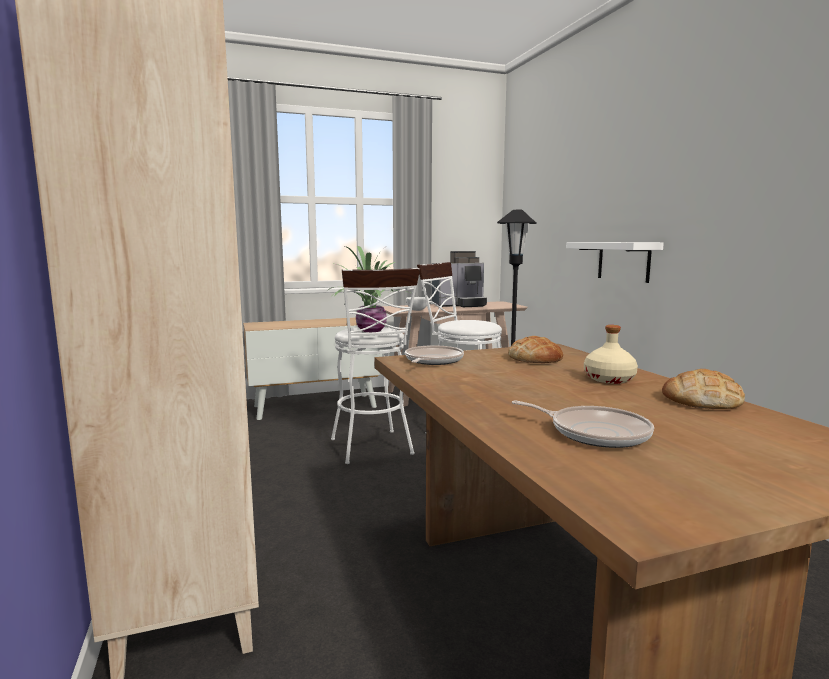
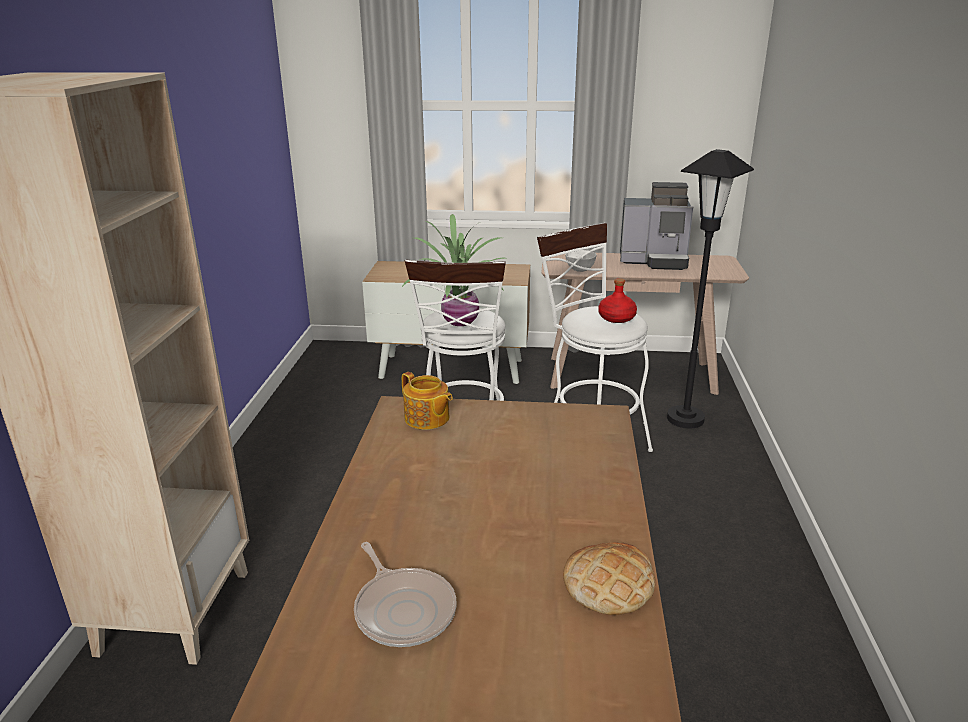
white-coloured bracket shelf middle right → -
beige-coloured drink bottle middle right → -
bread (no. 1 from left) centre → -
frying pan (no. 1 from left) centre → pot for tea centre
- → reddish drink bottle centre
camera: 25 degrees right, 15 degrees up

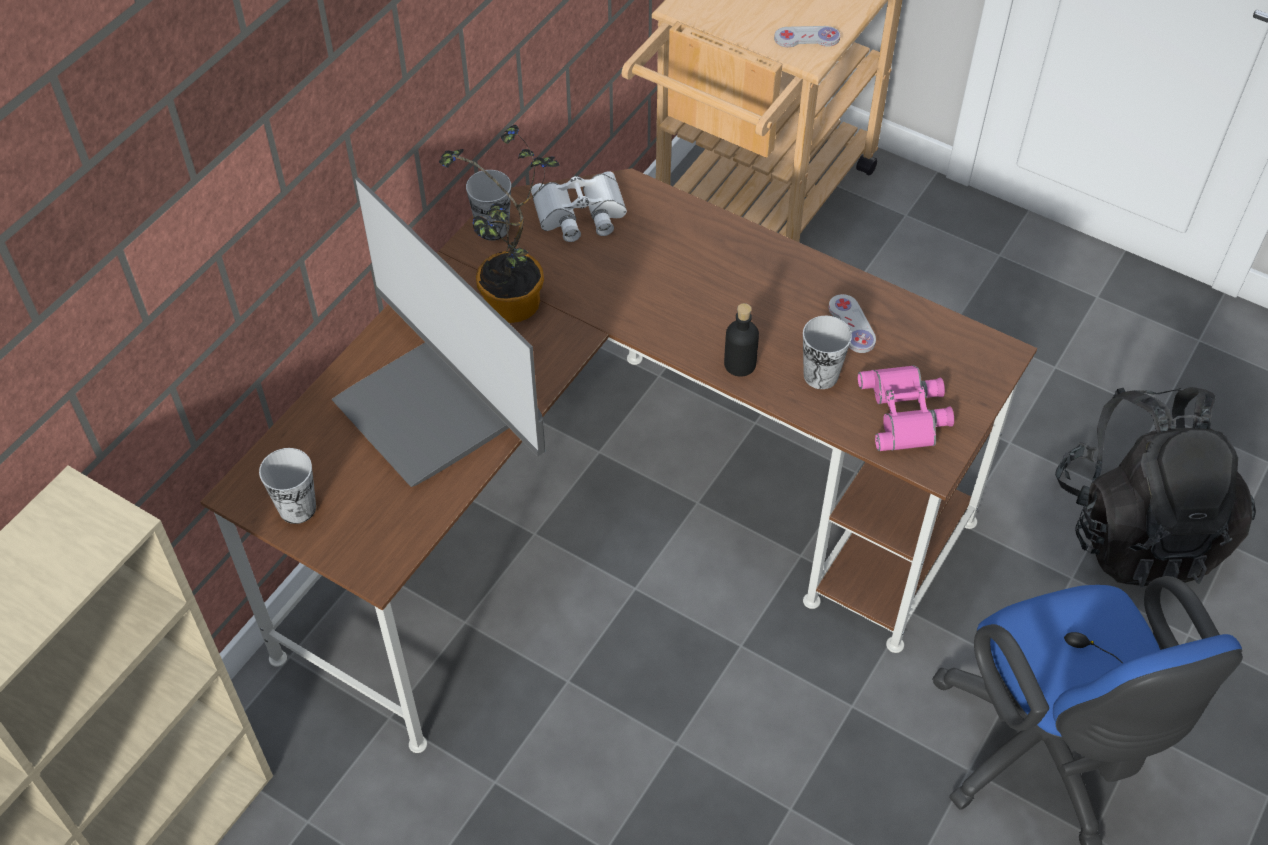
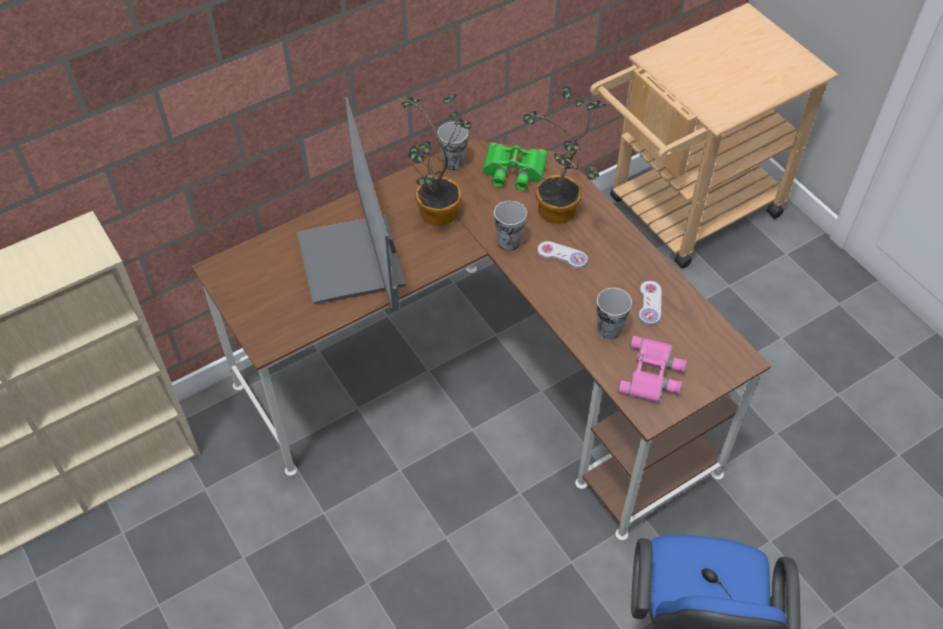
white-coloured game controller (no. 1 from left) top centre → white-coloured game controller (no. 1 from left) centre, relocated
white-coloured binoculars top centre → greenish binoculars top centre
blackish drink bottle centre → -
blackish rucksack middle right → -
drinking cup (no. 1 from left in the first image) middle left → drinking cup (no. 2 from left) centre, relocated
- → potted plant (no. 2 from left) top centre
camera: 25 degrees right, 0 degrees up

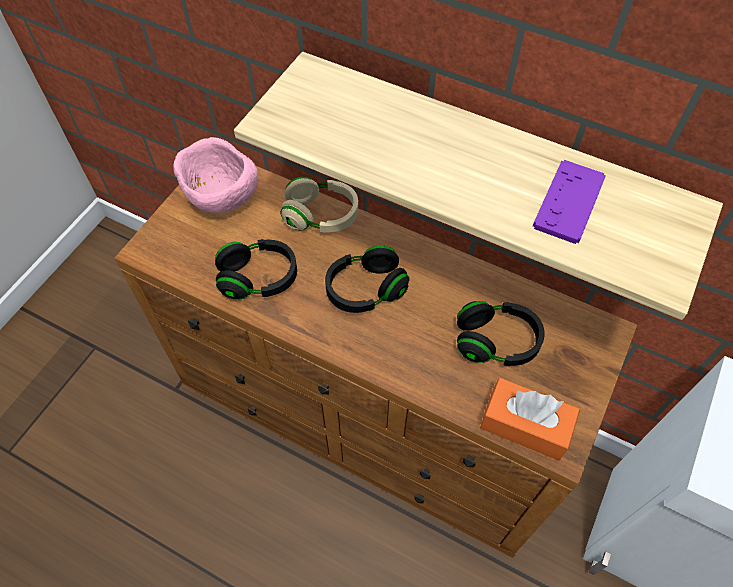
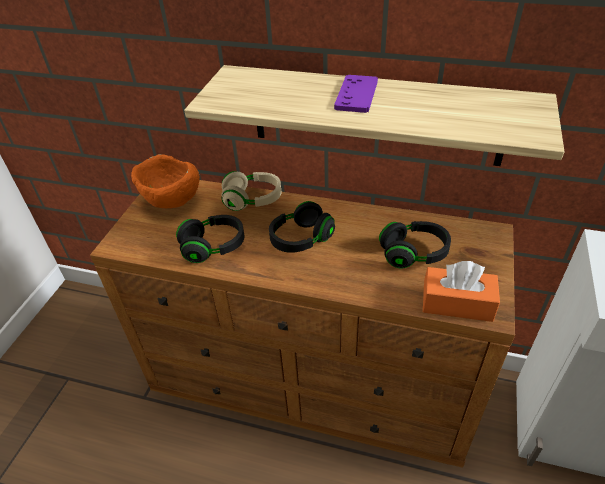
pink-coloured deep dish top left → orange deep dish middle left
purplish game controller middle right → purplish game controller top centre, relocated
camera: 10 degrees left, 15 degrees down

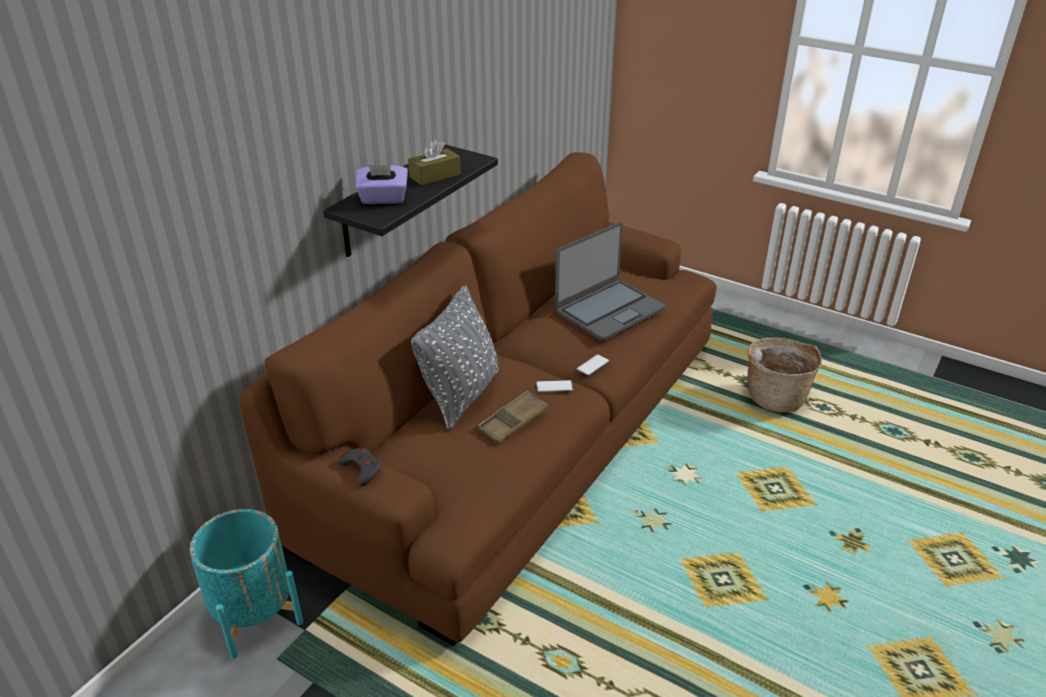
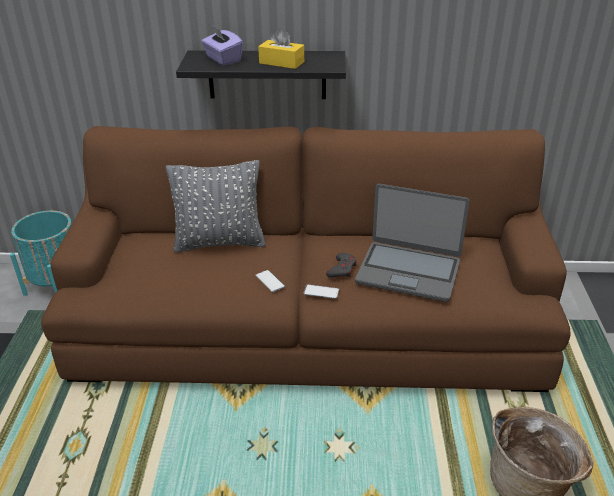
brown-coloured tissue holder top centre → yellow tissue holder top centre
brown-coloured serving tray centre → -
grey game controller bottom centre → grey game controller centre, relocated
camera: 60 degrees right, 0 degrees up

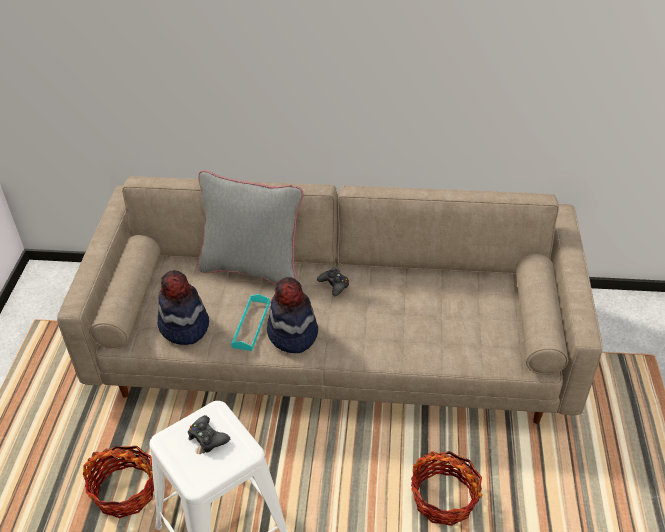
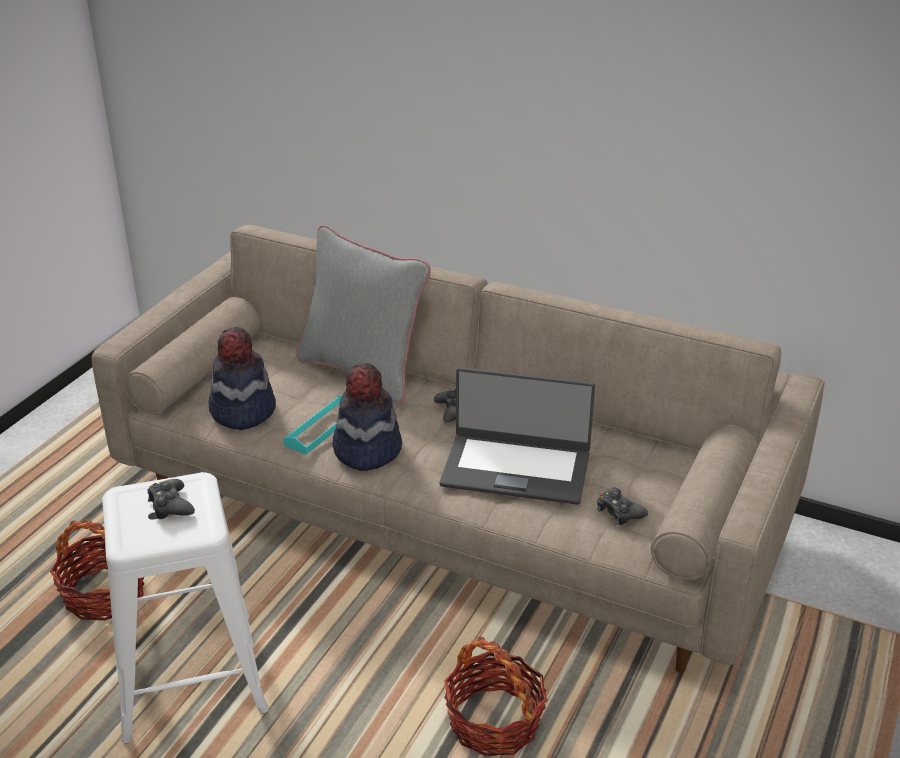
- → notebook computer centre
- → blackish game controller (no. 3 from left) bottom right
camera: 20 degrees right, 10 degrees down

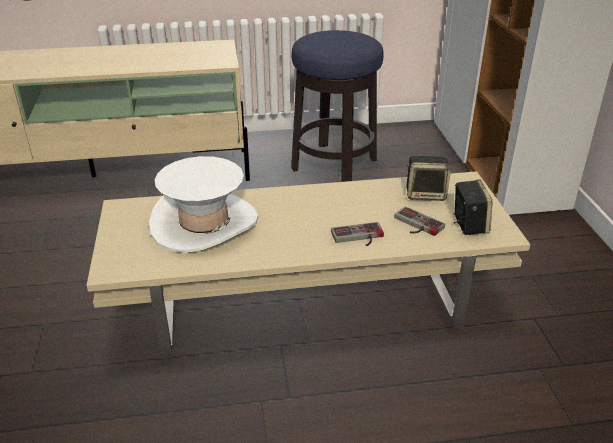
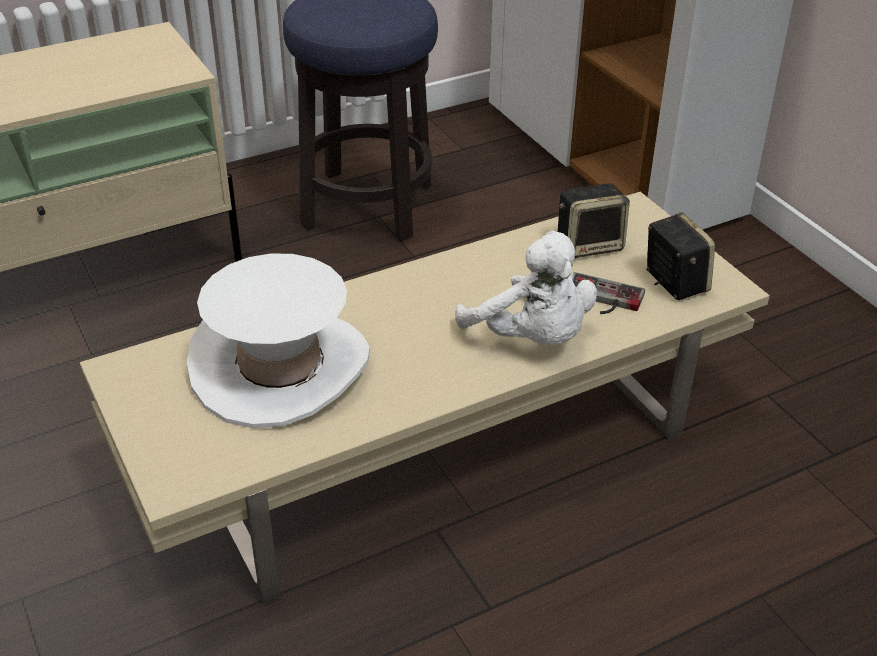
game controller (no. 1 from left) centre → white-coloured plush toy centre
camera: 20 degrees left, 5 degrees up

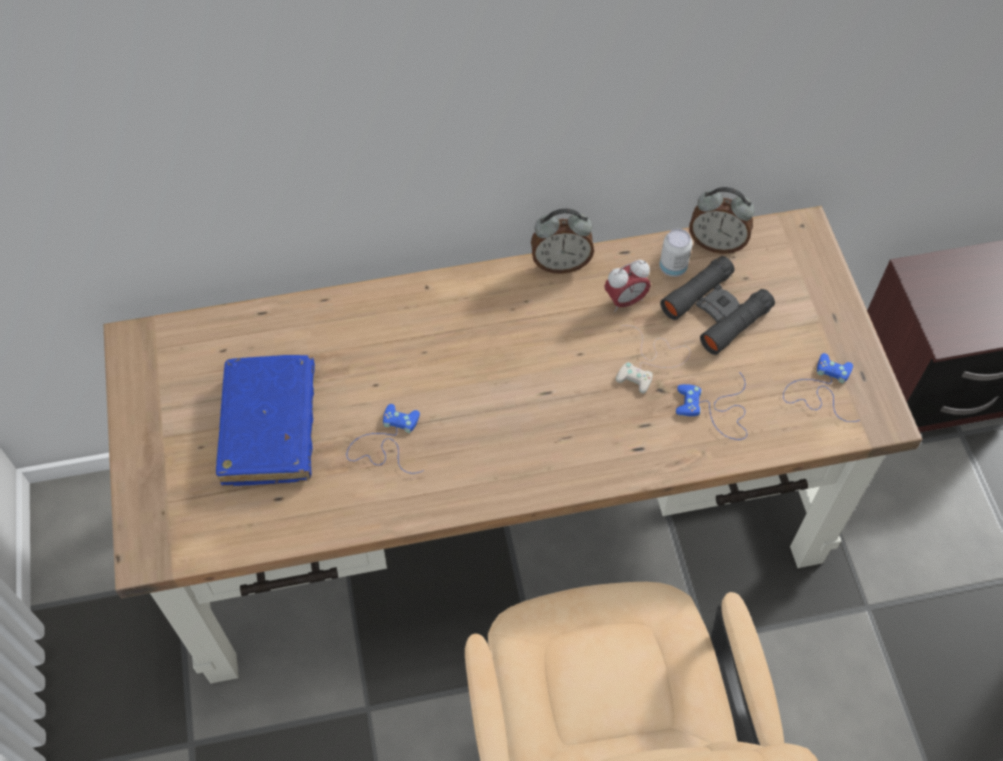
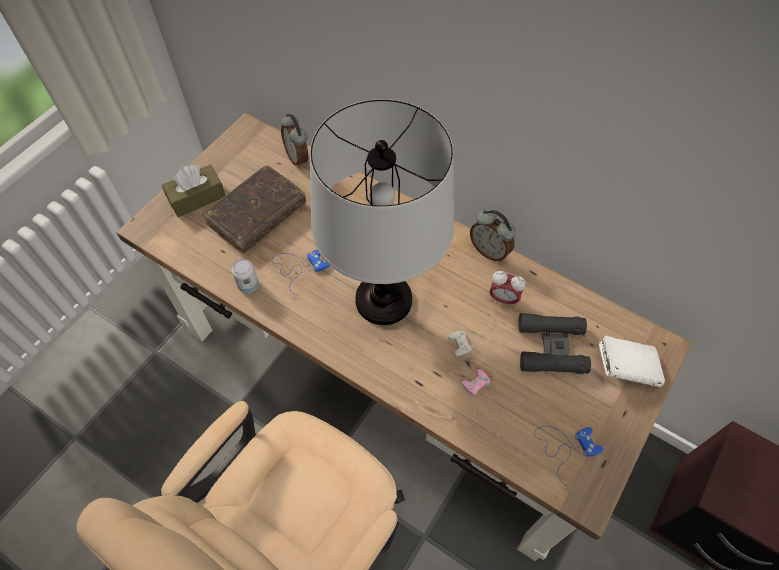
table clock (no. 3 from left in the first image) top right → table clock (no. 1 from left) top centre, relocated
metal can top right → metal can middle left, relocated
blue volume middle left → brown-coloured volume middle left
blue game controller (no. 2 from left) middle right → pink-coloured game controller bottom centre
- → tabletop lamp centre
- → brown-coloured tissue holder middle left
- → white-coloured volume middle right
camera: 45 degrees right, 0 degrees up

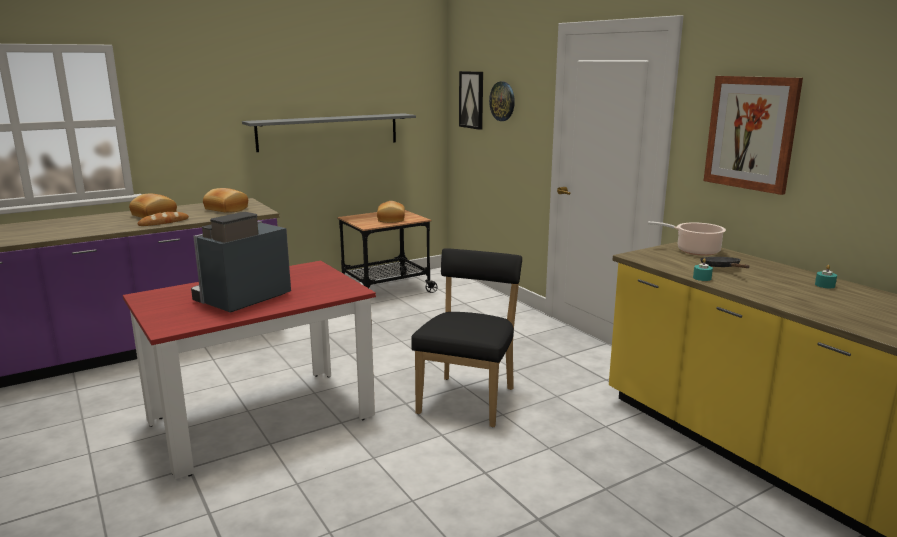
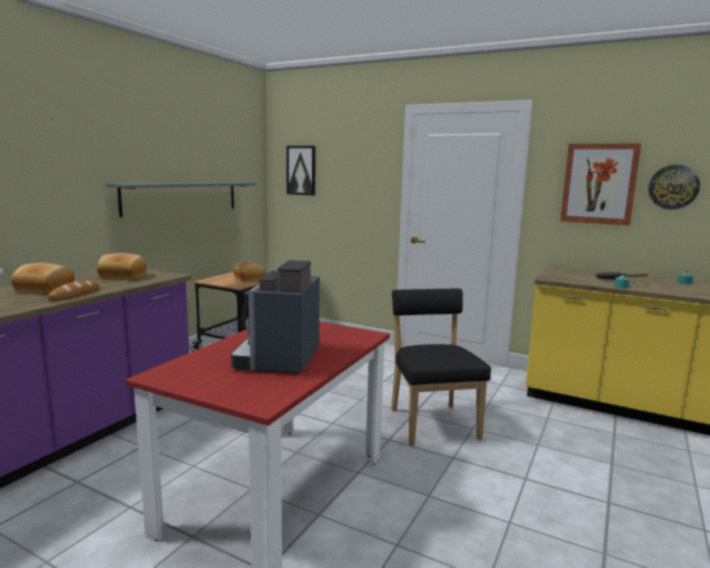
hanging clock top centre → hanging clock top right, relocated
saucepot middle right → -
camera: 30 degrees left, 5 degrees down

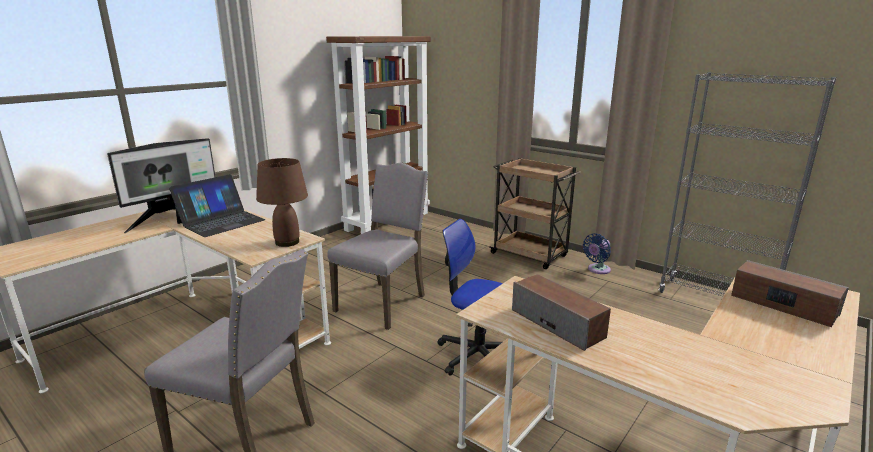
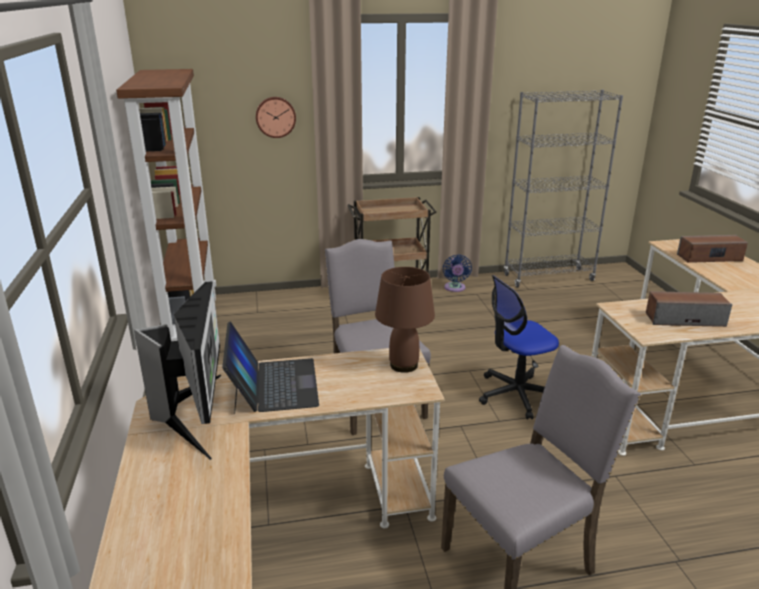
- → hanging clock top centre
camera: 50 degrees left, 5 degrees up

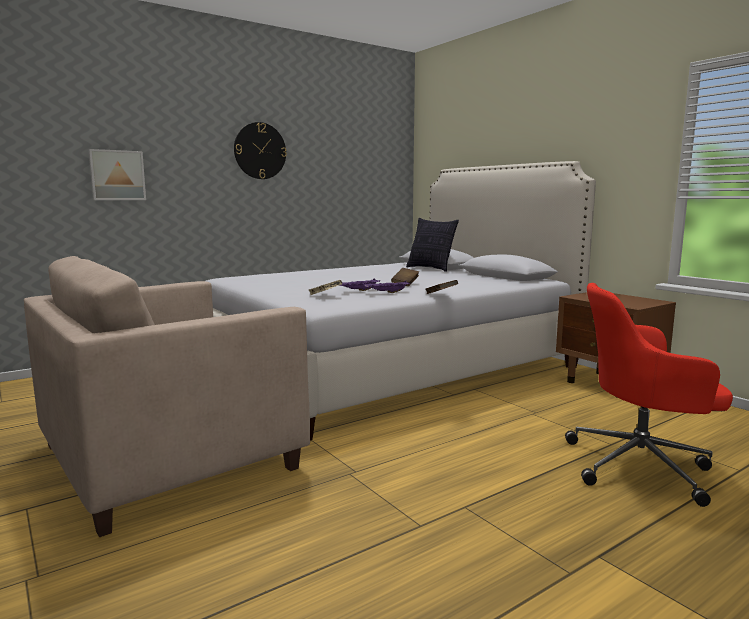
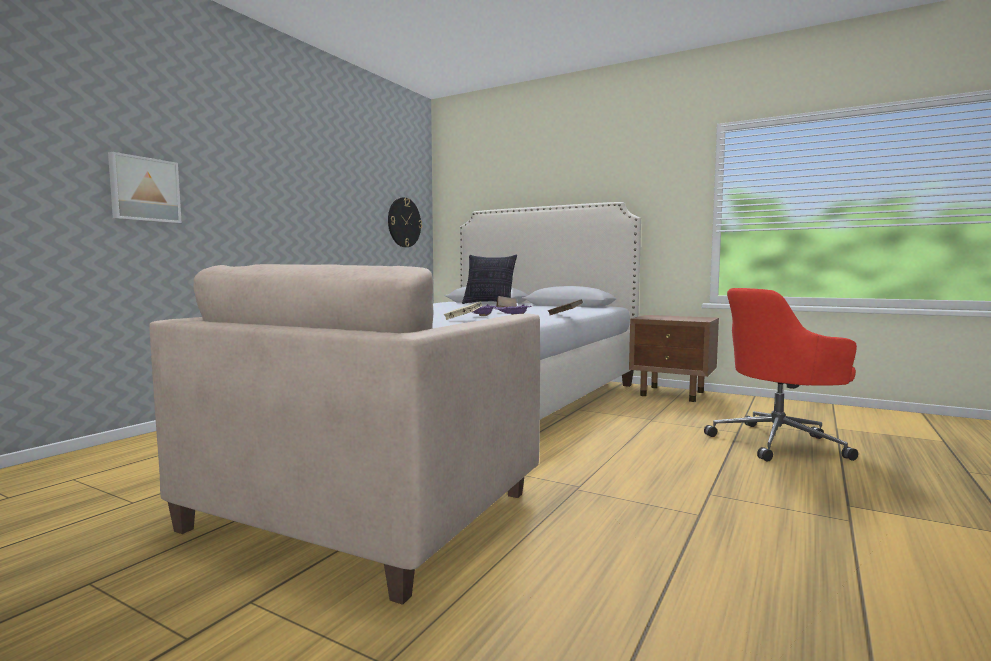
hanging clock top centre → hanging clock centre, relocated
camera: 25 degrees left, 5 degrees down

